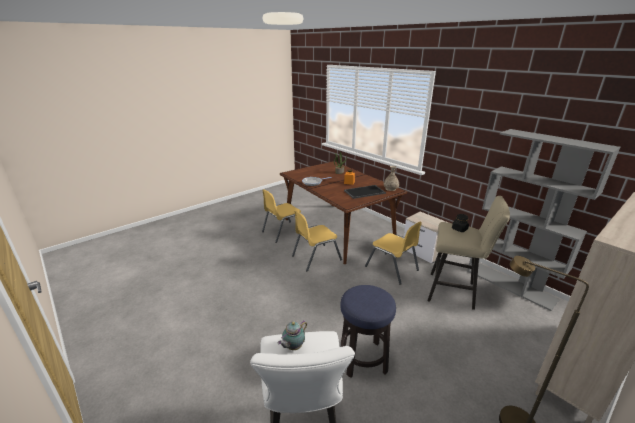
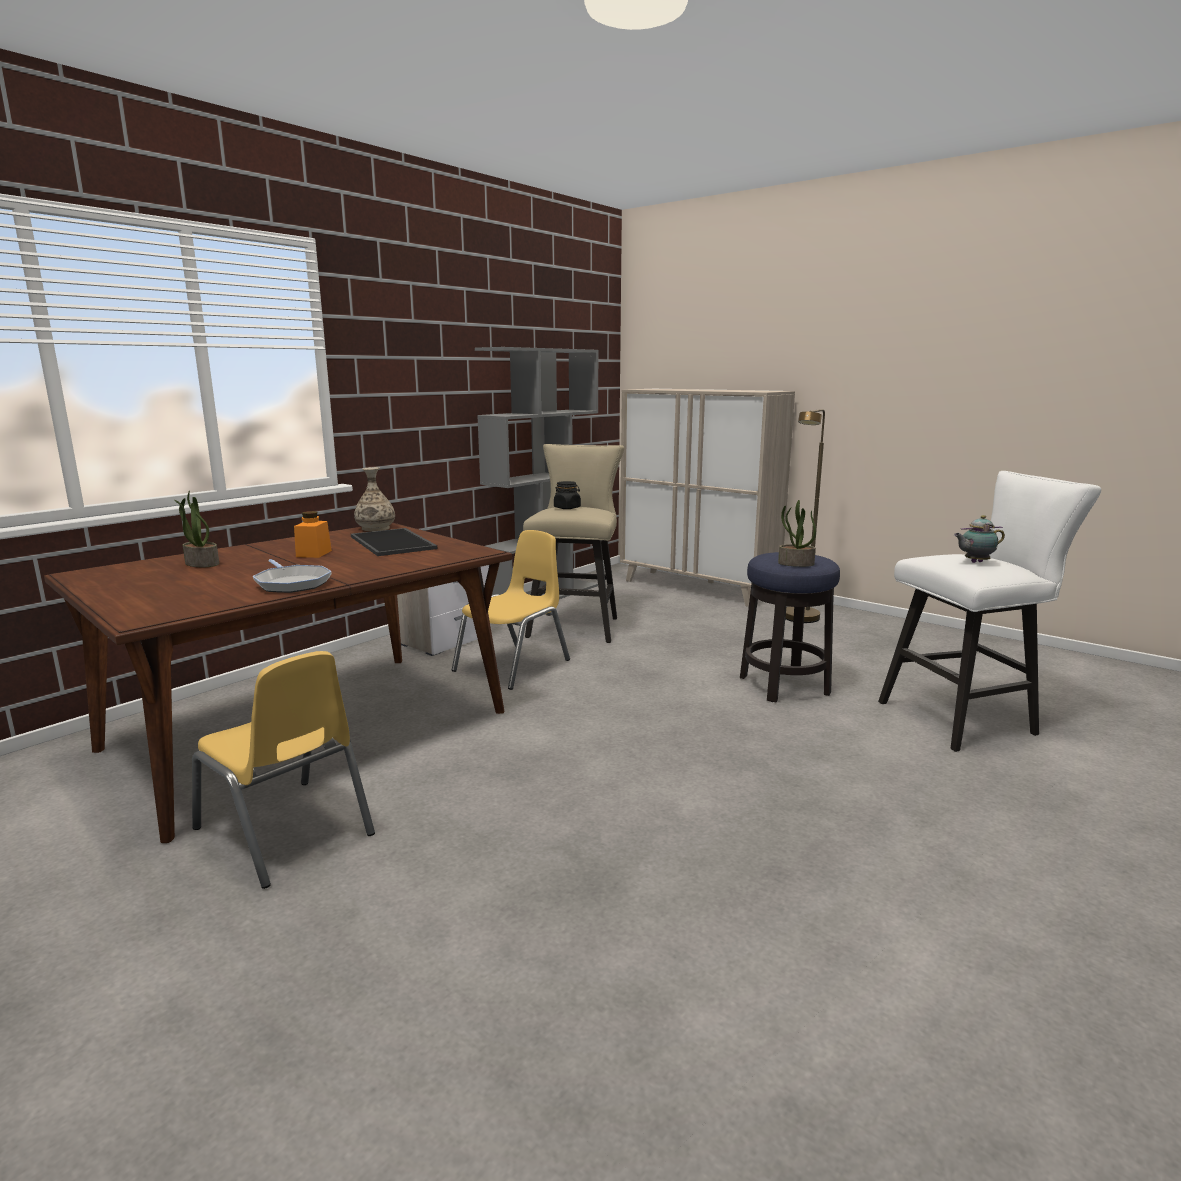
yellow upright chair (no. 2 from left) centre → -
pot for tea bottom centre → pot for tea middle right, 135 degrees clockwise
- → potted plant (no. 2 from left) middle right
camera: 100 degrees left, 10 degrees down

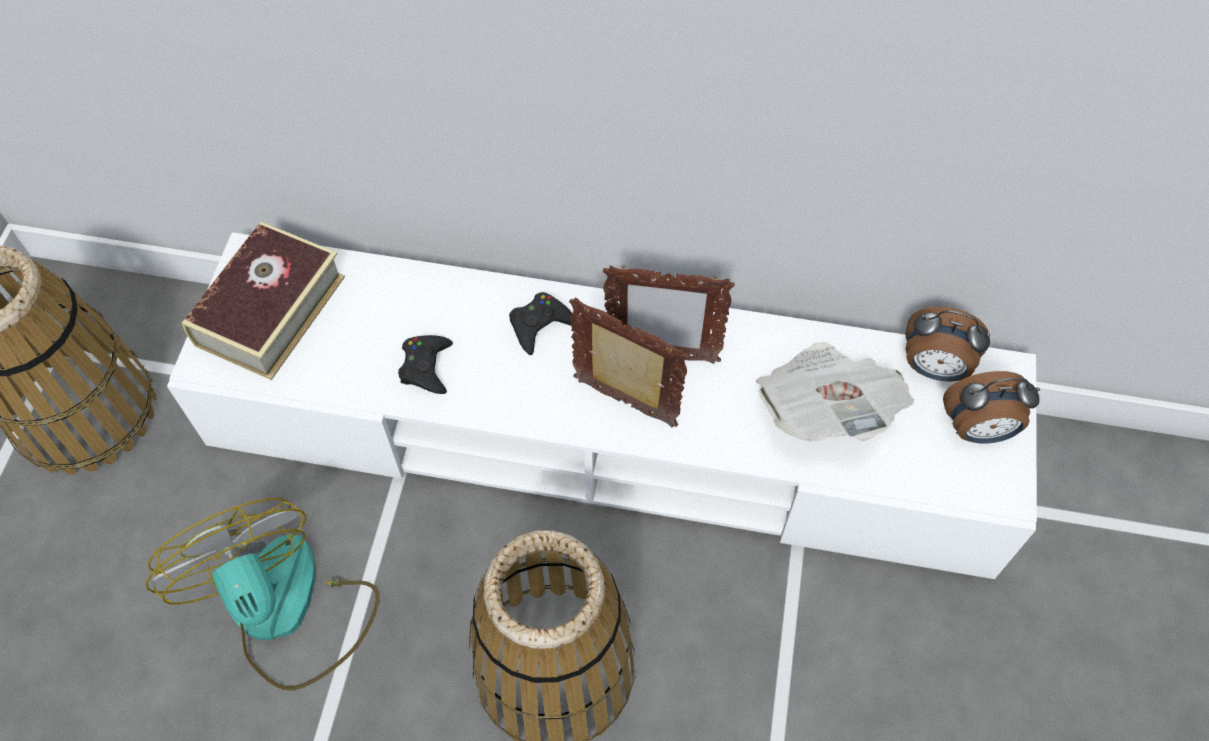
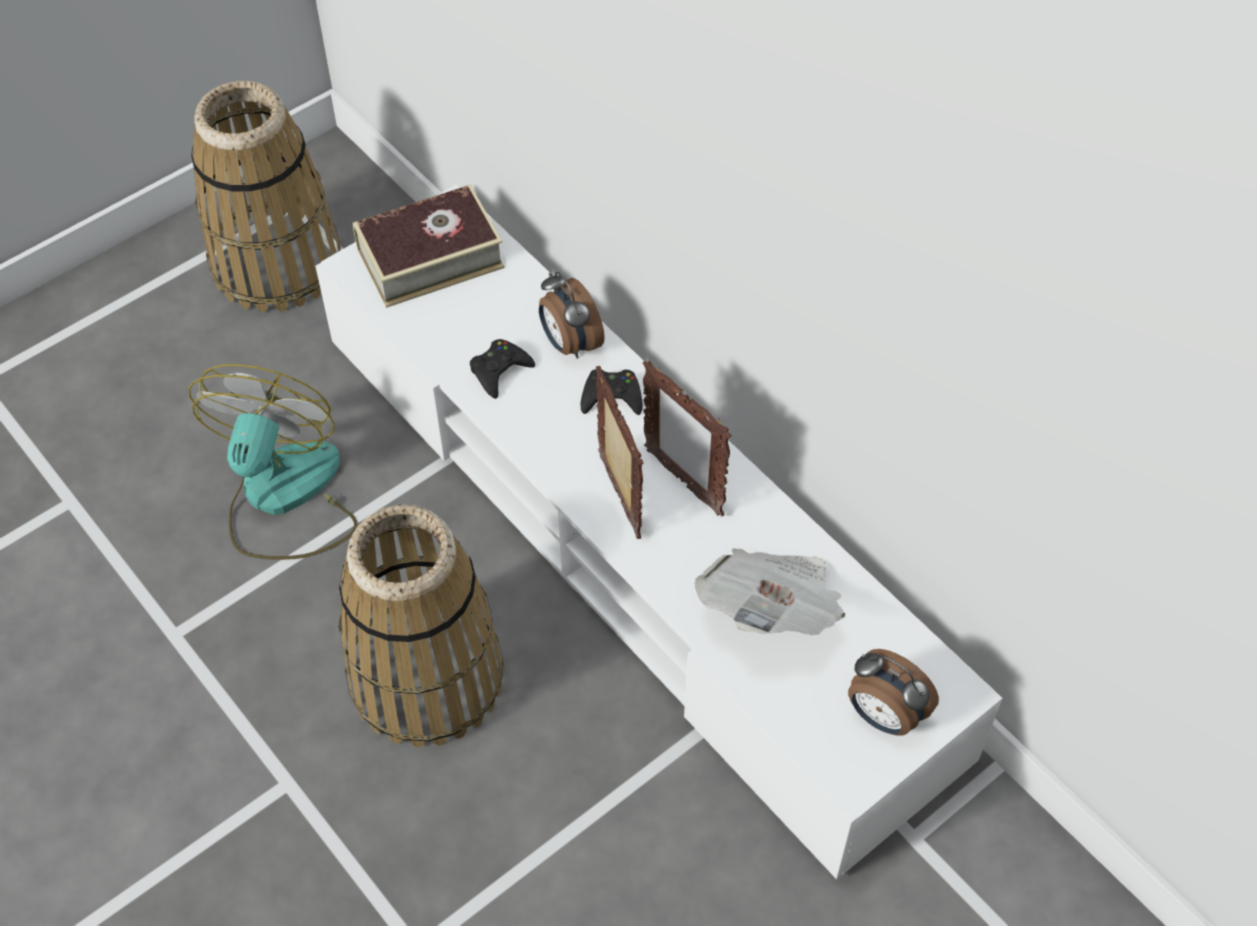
table clock (no. 1 from left) middle right → table clock (no. 1 from left) centre, relocated
camera: 40 degrees right, 5 degrees down

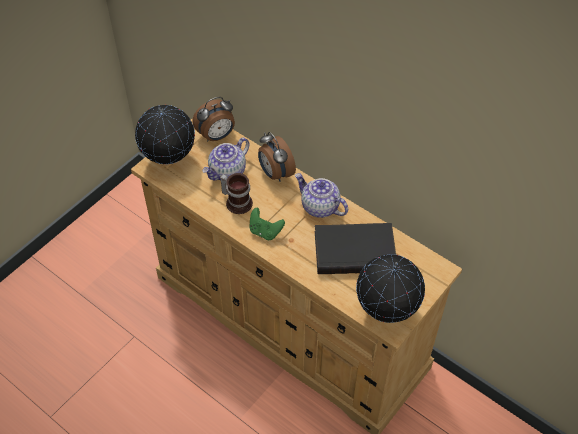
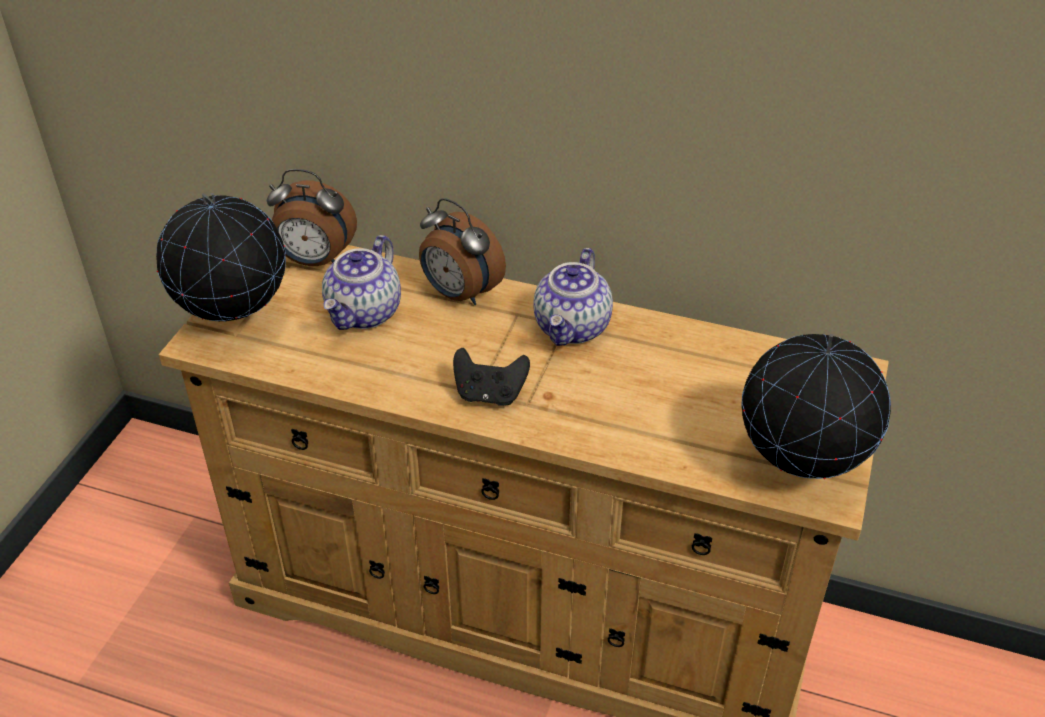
table clock (no. 1 from left) top centre → table clock (no. 1 from left) top left, 60 degrees clockwise
mug centre → -
pot for tea (no. 2 from left) centre, 90 degrees counterclockwise
greenish game controller centre → blackish game controller centre
blackish volume centre → -
camera: 20 degrees left, 10 degrees down

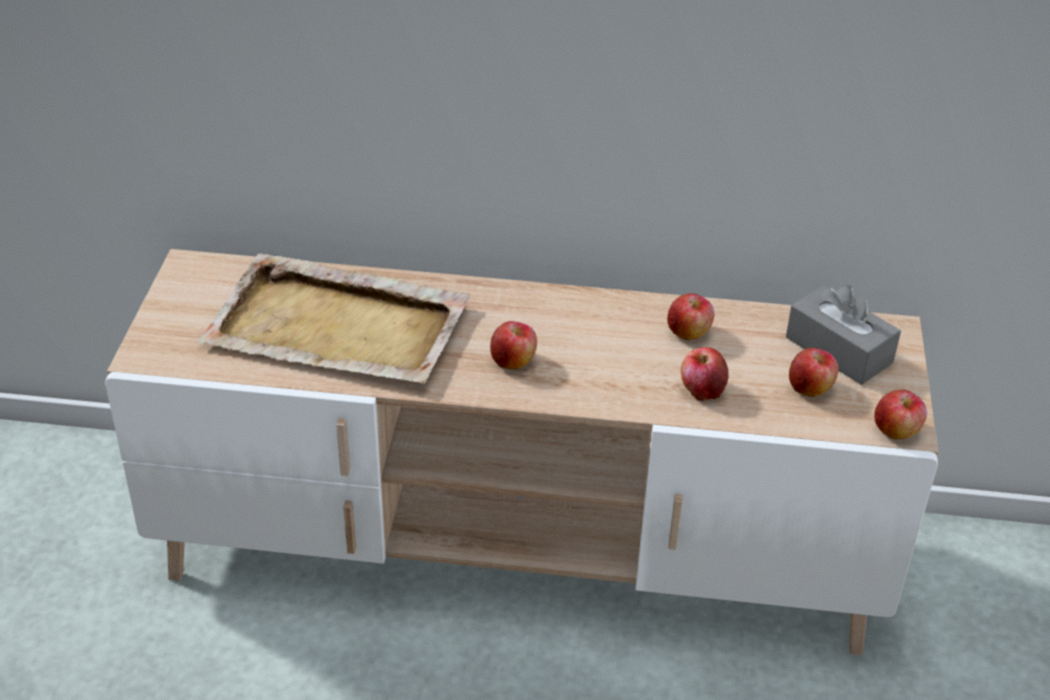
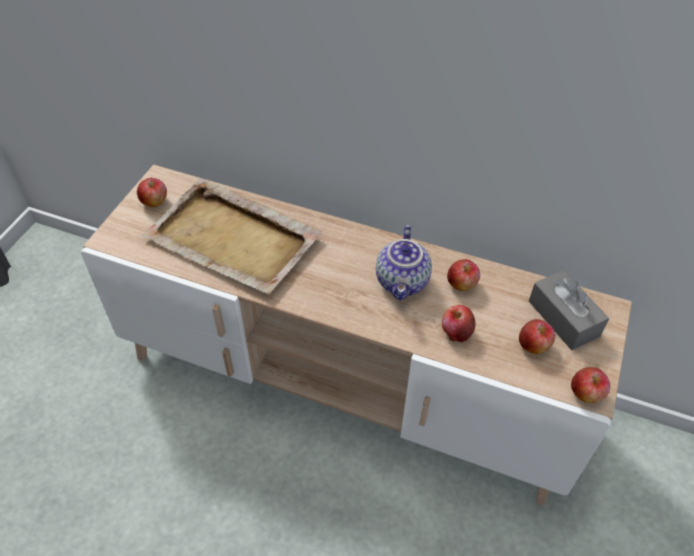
whole apple (no. 1 from left) centre → whole apple (no. 1 from left) middle left, relocated
- → pot for tea centre
camera: 15 degrees right, 10 degrees up

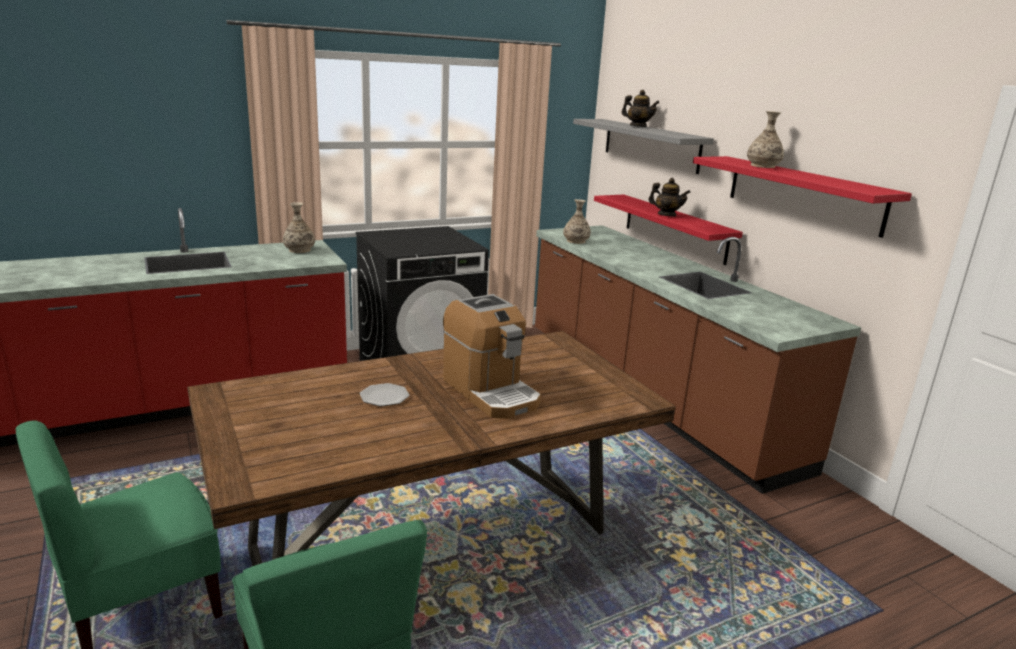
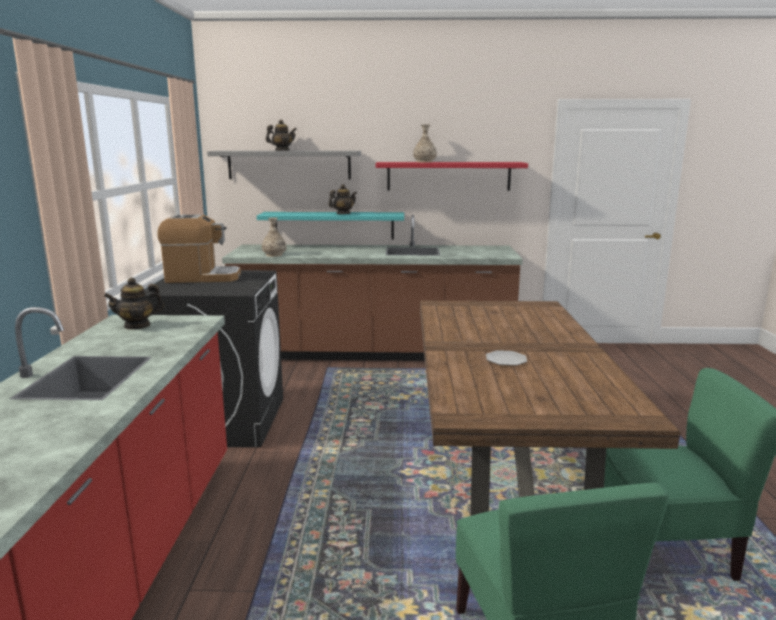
reddish bracket shelf (no. 1 from left) centre → turquoise bracket shelf centre
decorative vase (no. 1 from left) middle left → pot for tea (no. 1 from left) middle left
coffee machine centre → coffee machine middle left, relocated
camera: 60 degrees left, 5 degrees down

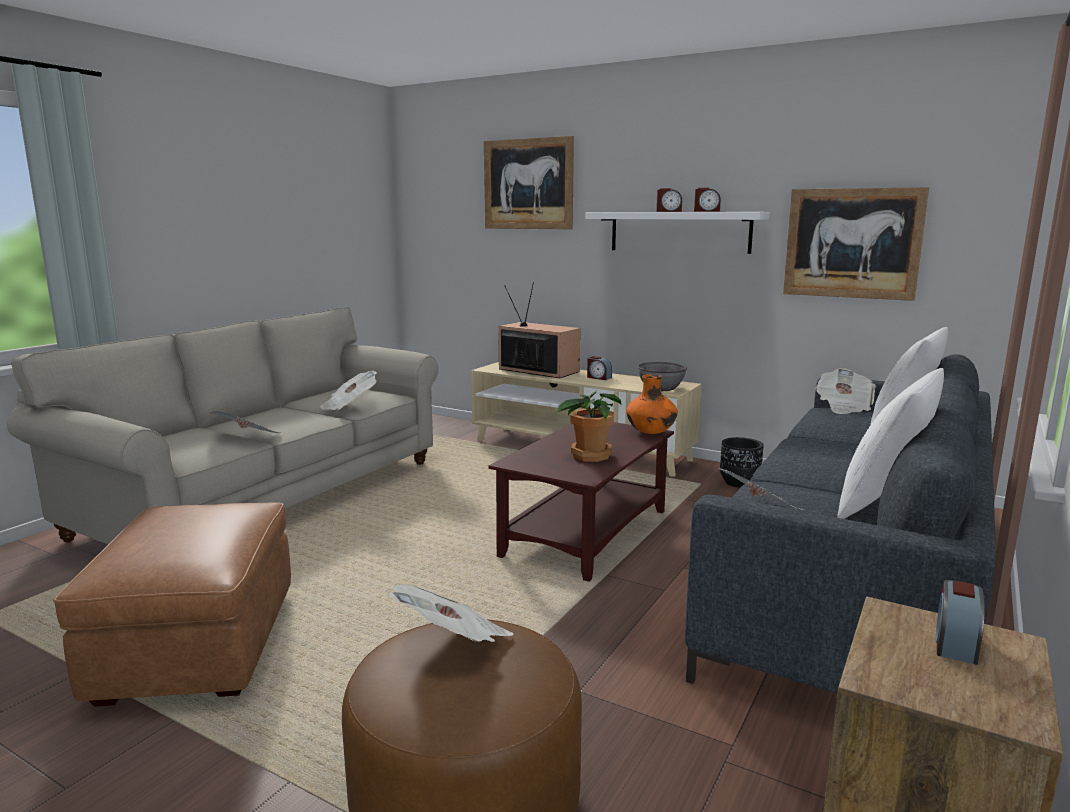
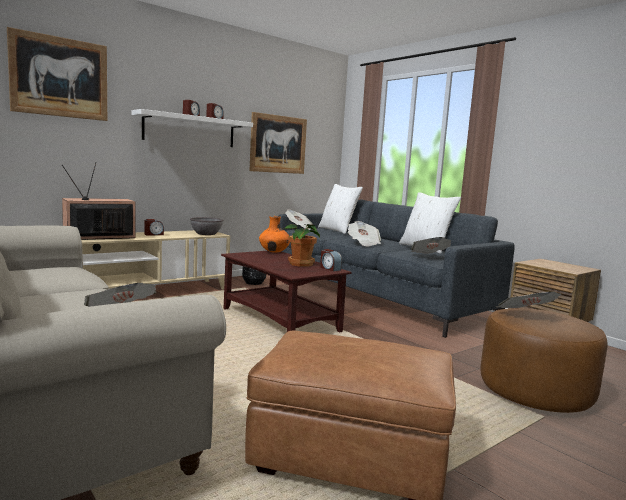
printed paper (no. 2 from left in the first image) middle left → printed paper (no. 3 from left) centre, relocated
table clock (no. 4 from left) bottom right → table clock (no. 4 from left) centre, relocated
camera: 70 degrees left, 5 degrees down

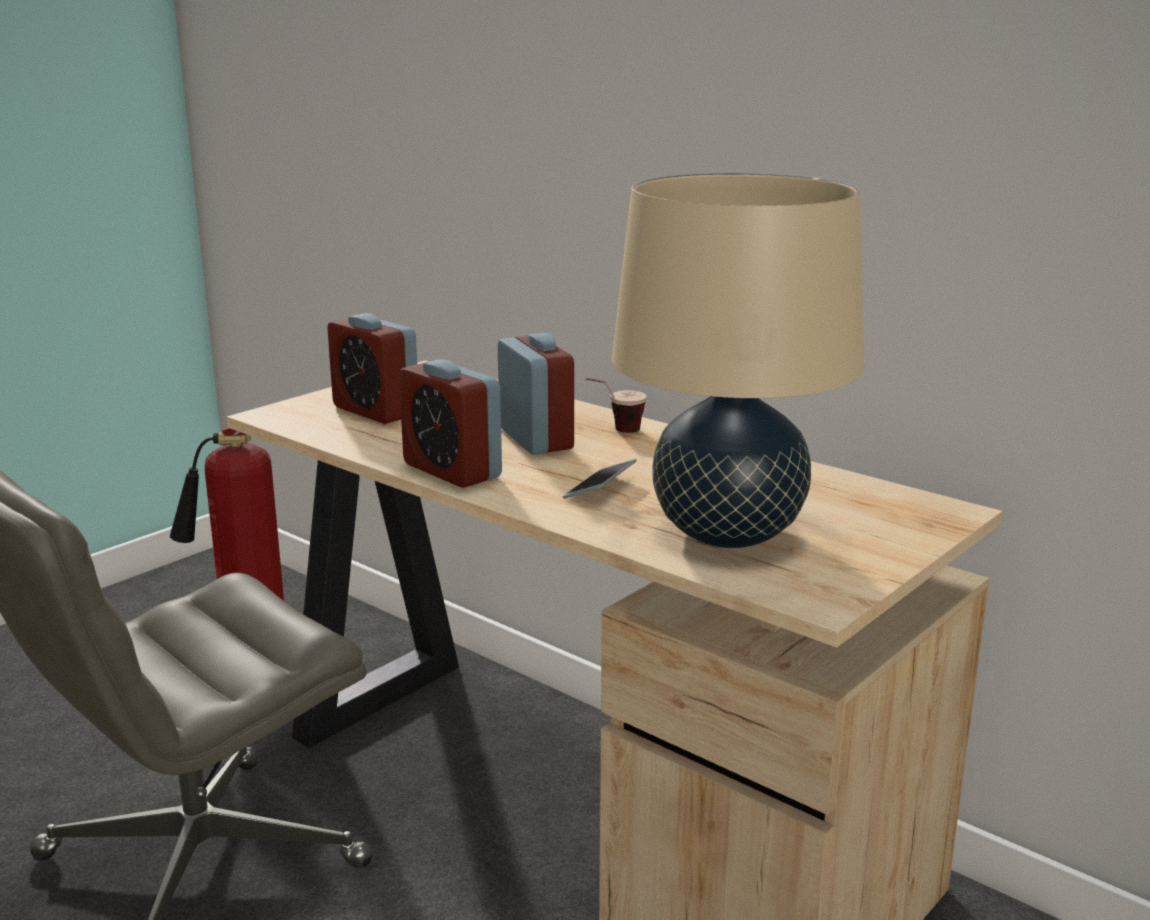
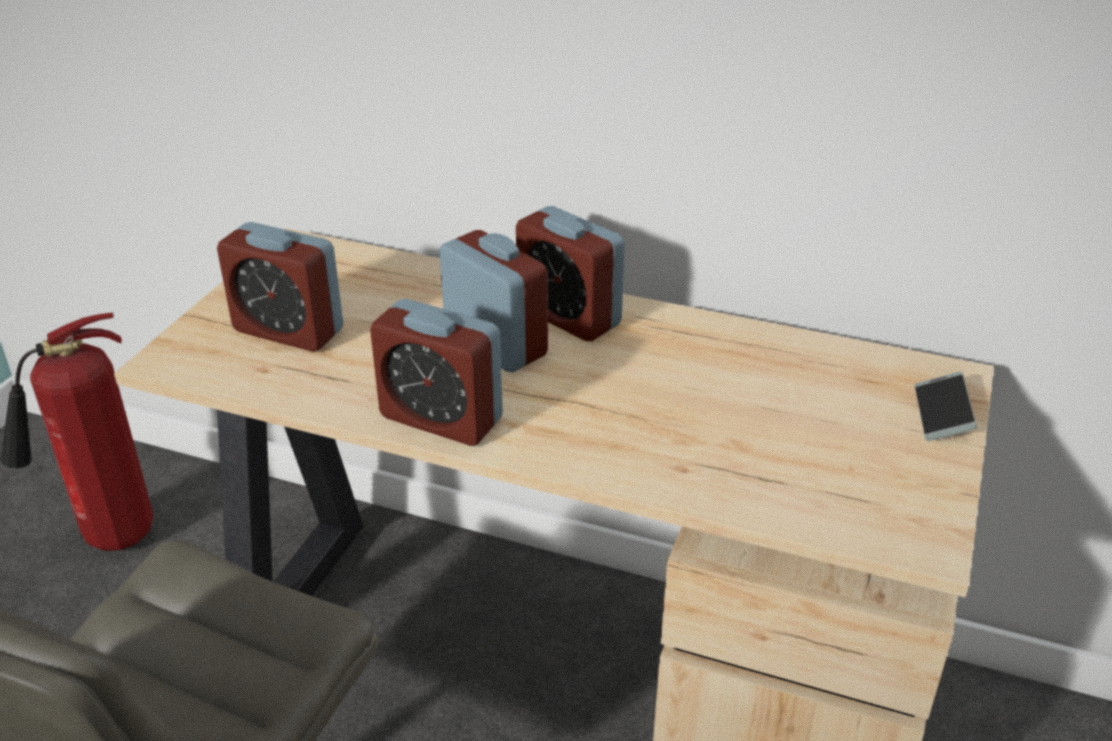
beige-coloured tabletop lamp centre → -
drinking cup centre → table clock (no. 4 from left) centre
handset centre → handset middle right, relocated
camera: 20 degrees left, 15 degrees up

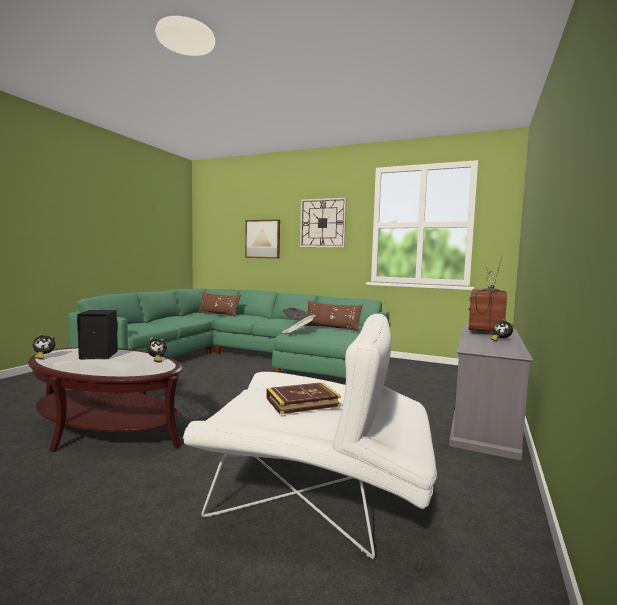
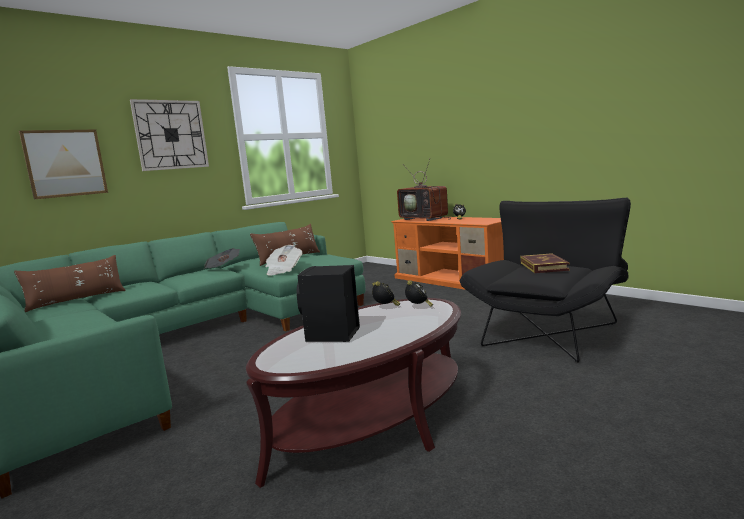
white-coloured easy chair bottom centre → blackish easy chair middle right
grey tv stand middle right → orange tv stand centre
table clock (no. 1 from left in the first image) middle left → table clock (no. 2 from left) centre, relocated
camera: 65 degrees left, 5 degrees up

